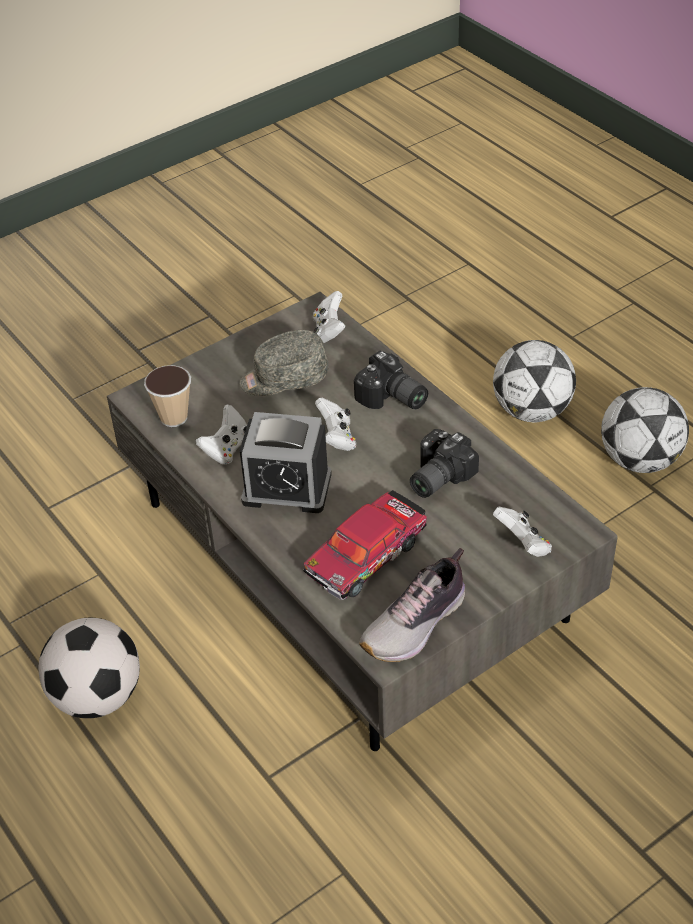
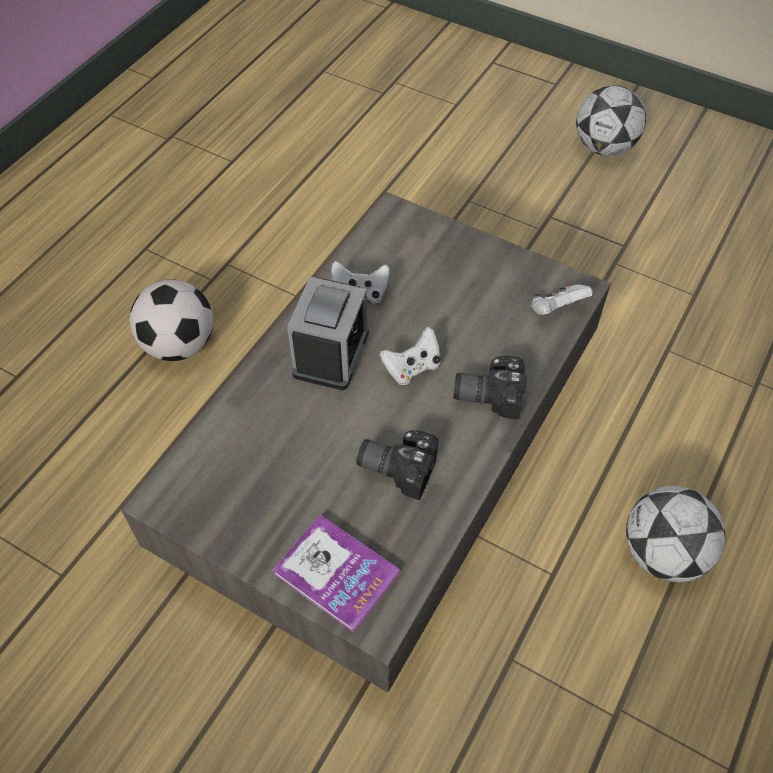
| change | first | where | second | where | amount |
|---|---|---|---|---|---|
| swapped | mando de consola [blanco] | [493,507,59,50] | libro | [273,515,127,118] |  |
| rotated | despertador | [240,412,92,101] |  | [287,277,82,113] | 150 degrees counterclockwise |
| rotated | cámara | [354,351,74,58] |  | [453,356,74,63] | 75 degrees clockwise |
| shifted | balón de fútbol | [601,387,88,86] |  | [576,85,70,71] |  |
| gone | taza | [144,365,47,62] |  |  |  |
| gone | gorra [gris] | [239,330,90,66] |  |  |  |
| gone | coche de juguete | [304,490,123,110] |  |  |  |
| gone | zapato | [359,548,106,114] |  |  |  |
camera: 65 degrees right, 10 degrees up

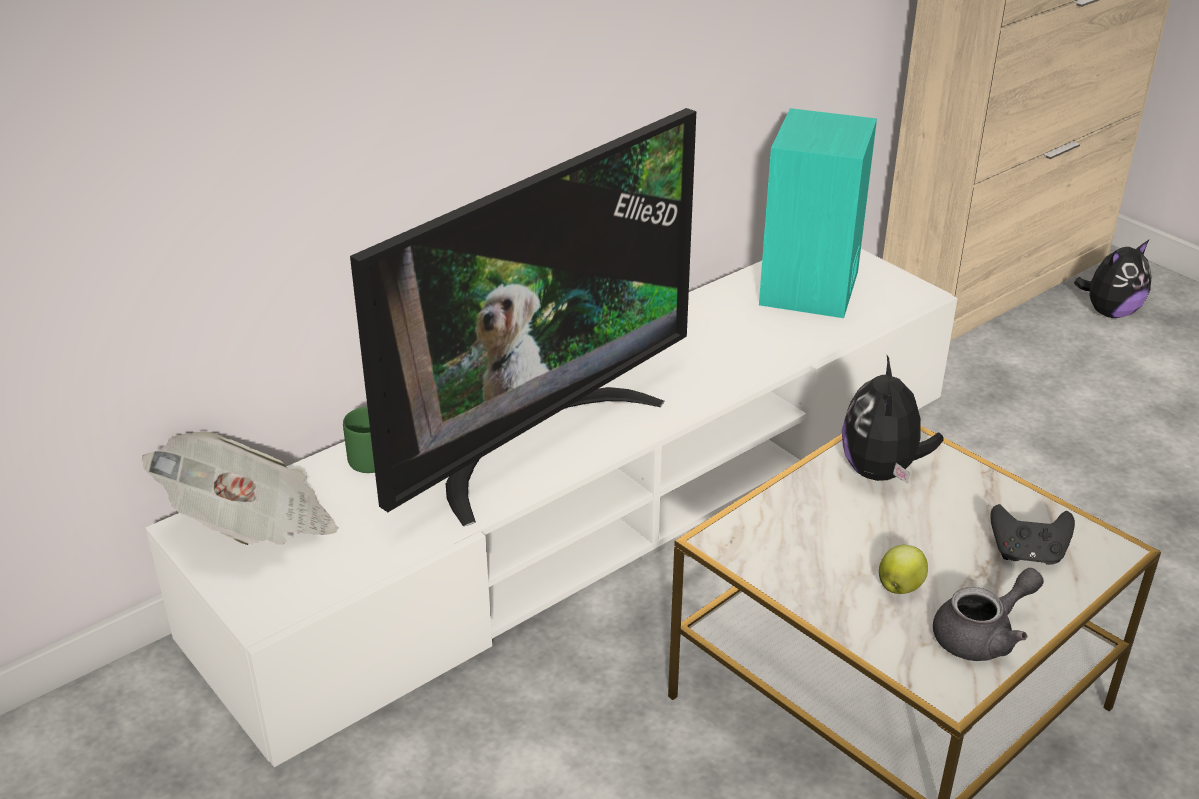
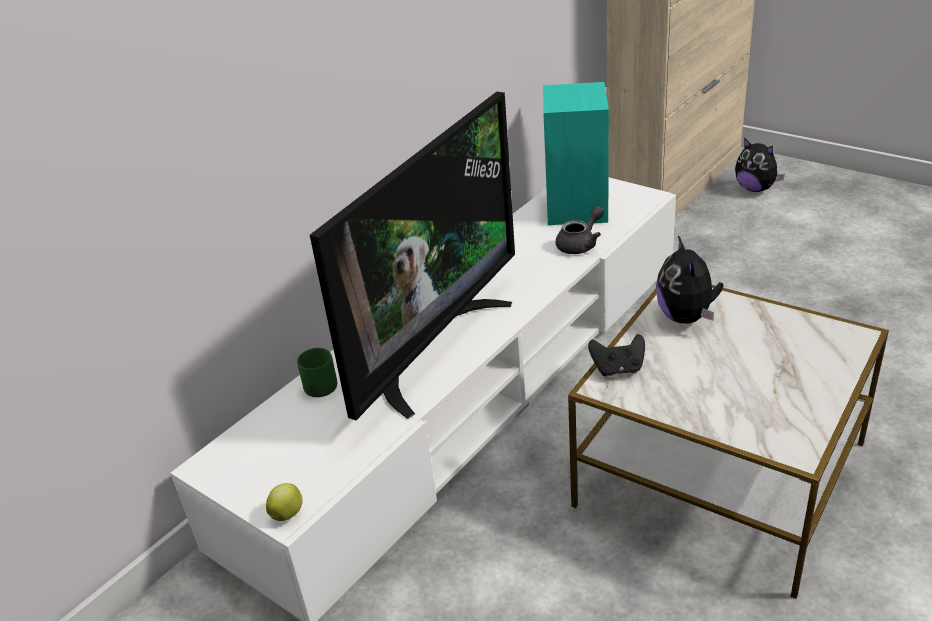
| change | first | where | second | where | amount |
|---|---|---|---|---|---|
| shifted | manzana | [879,545,49,49] |  | [266,483,37,38] |  |
| shifted | tetera [gris] | [933,568,111,93] |  | [556,206,48,48] |  |
| shifted | mando de consola [negro] | [990,504,85,61] |  | [588,334,57,42] |  |
| rotated | peluche | [1074,240,78,78] |  | [735,137,50,55] | 90 degrees clockwise |
| gone | periódico | [142,432,197,113] |  |  |  |
camera: 10 degrees left, 0 degrees up

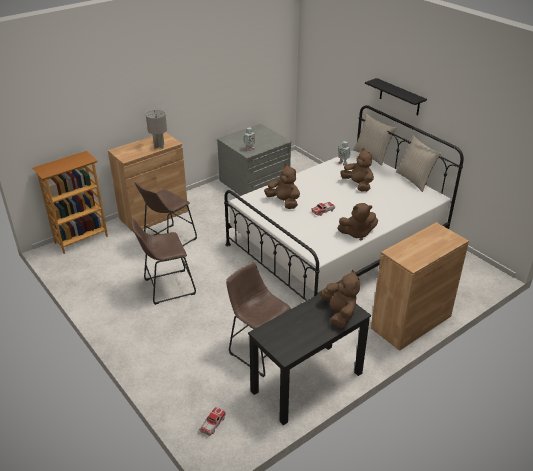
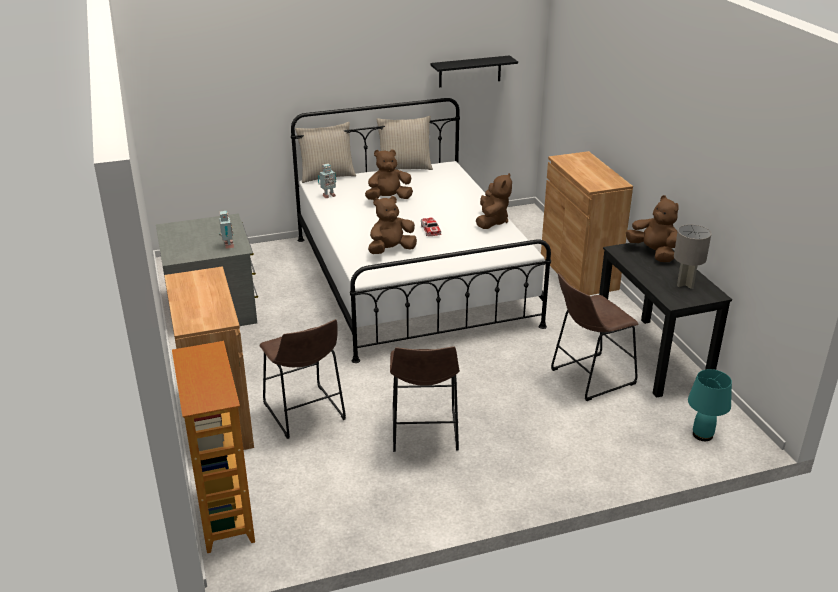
| change | first | where | second | where | amount |
|---|---|---|---|---|---|
| shifted | estante [negro] | [365,78,62,38] |  | [430,55,88,32] |  |
| rotated | peluche [marrón] | [321,270,39,58] |  | [626,195,53,67] | 45 degrees clockwise |
| shifted | lámpara de mesa [gris] | [146,110,21,39] |  | [674,225,37,64] |  |
| swapped | coche de juguete | [199,407,27,29] | lámpara de mesa [turquesa] | [688,369,44,72] |  |
camera: 70 degrees left, 5 degrees down

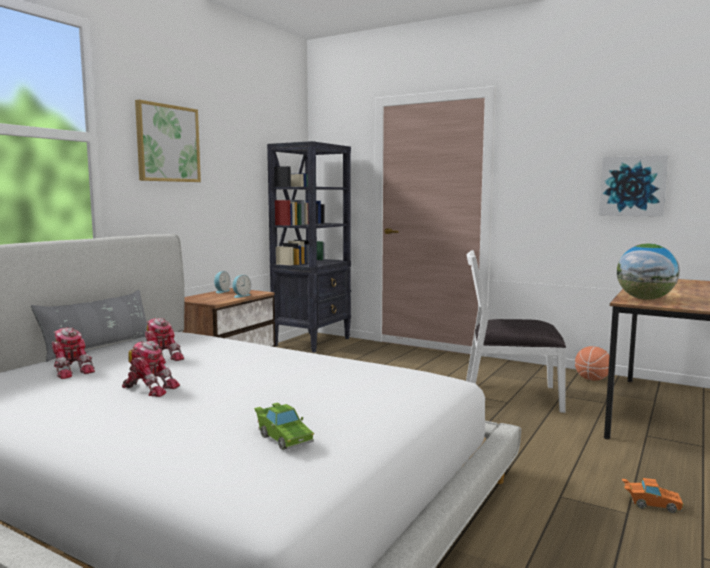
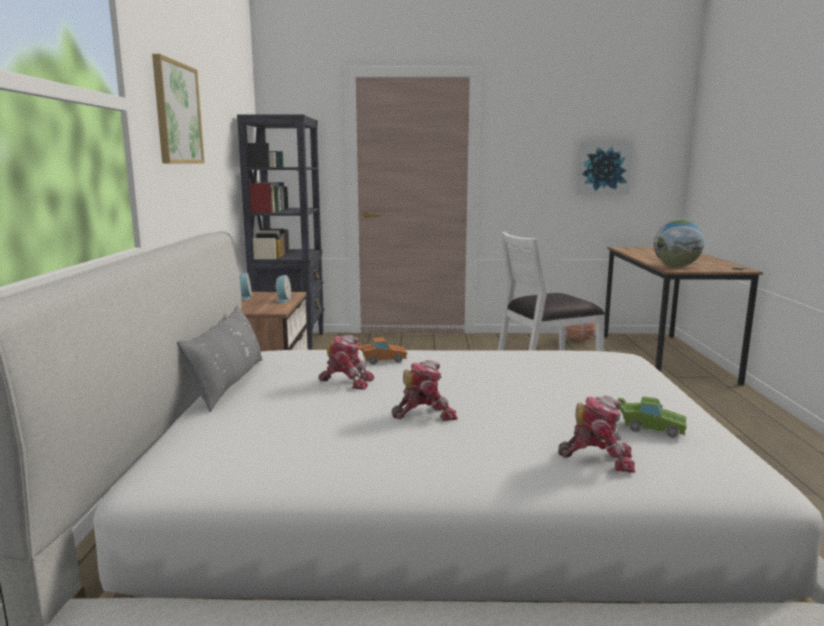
| change | first | where | second | where | amount |
|---|---|---|---|---|---|
| shifted | coche de juguete [naranja] | [622,478,62,35] |  | [357,337,50,27] |  |
| shifted | robot de juguete | [52,327,43,52] |  | [558,395,77,78] |  |
camera: 30 degrees left, 5 degrees up

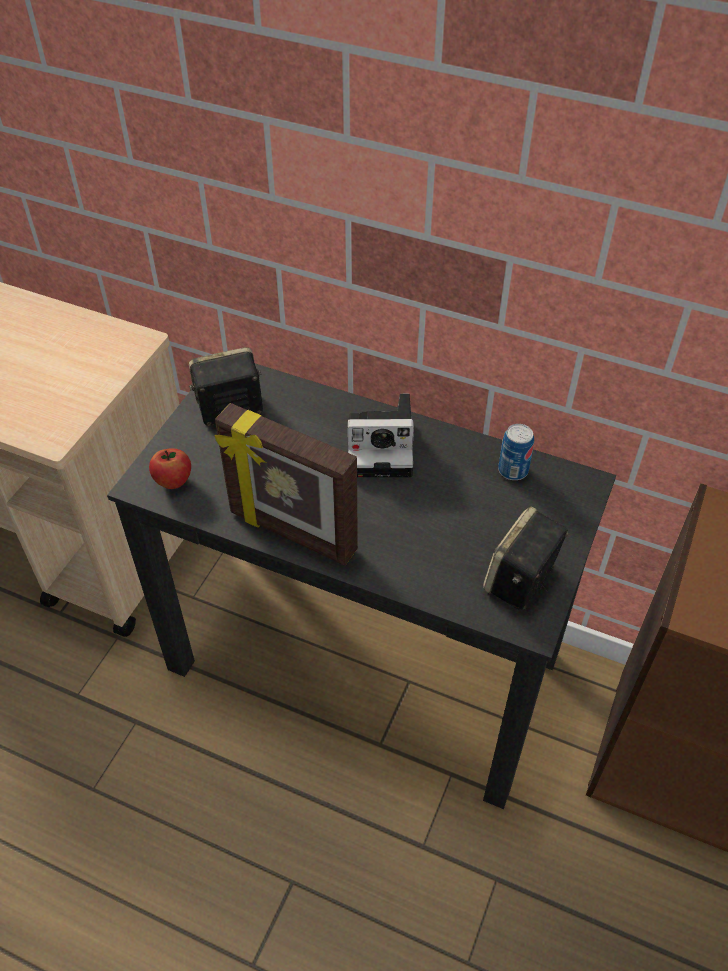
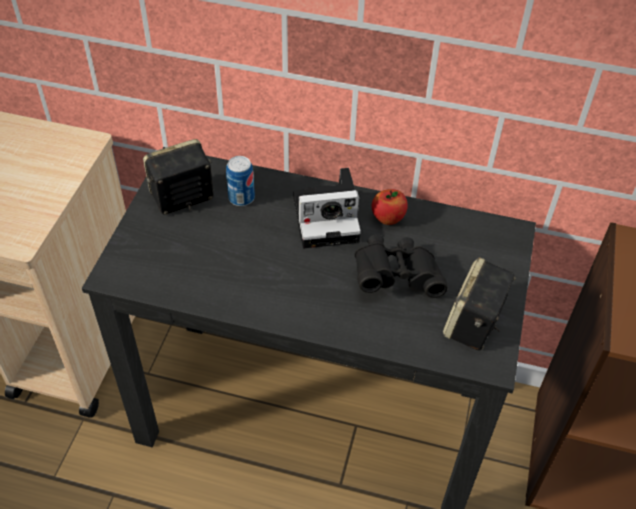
| change | first | where | second | where | amount |
|---|---|---|---|---|---|
| shifted | lata | [498,424,36,56] |  | [226,156,29,50] |  |
| new |  |  | prismáticos [negro] | [355,234,93,64] |  |
| shifted | manzana | [149,448,42,41] |  | [371,189,37,36] |  |
| gone | portarretratos | [214,403,144,163] |  |  |  |
camera: 10 degrees left, 0 degrees up

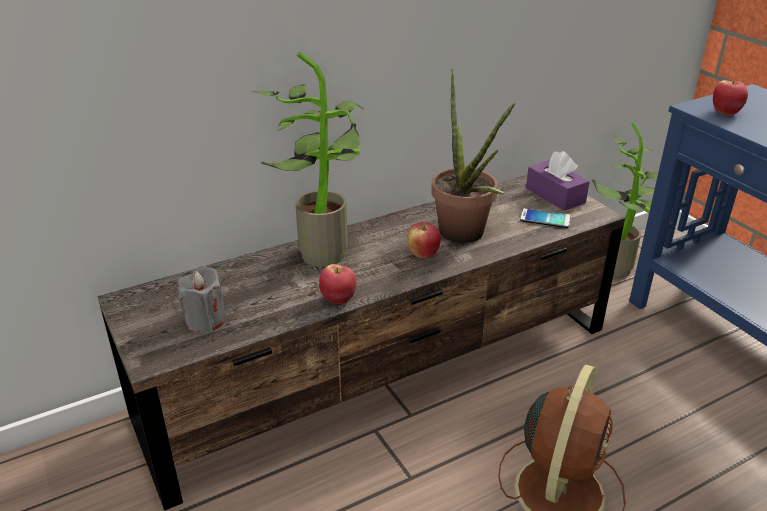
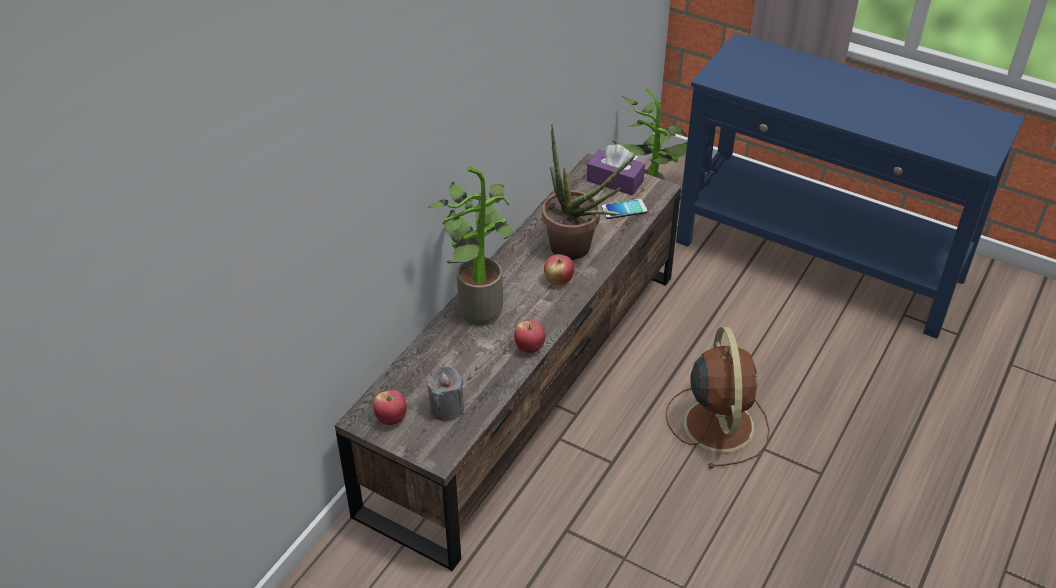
| change | first | where | second | where | amount |
|---|---|---|---|---|---|
| shifted | manzana | [713,80,35,35] |  | [373,390,34,35] |  |
camera: 30 degrees left, 10 degrees up

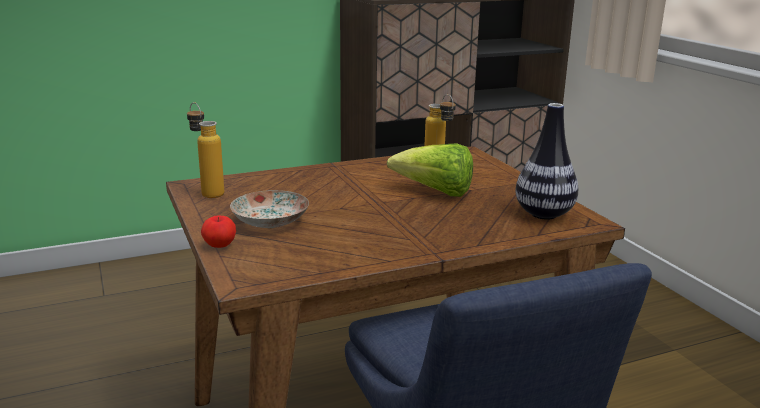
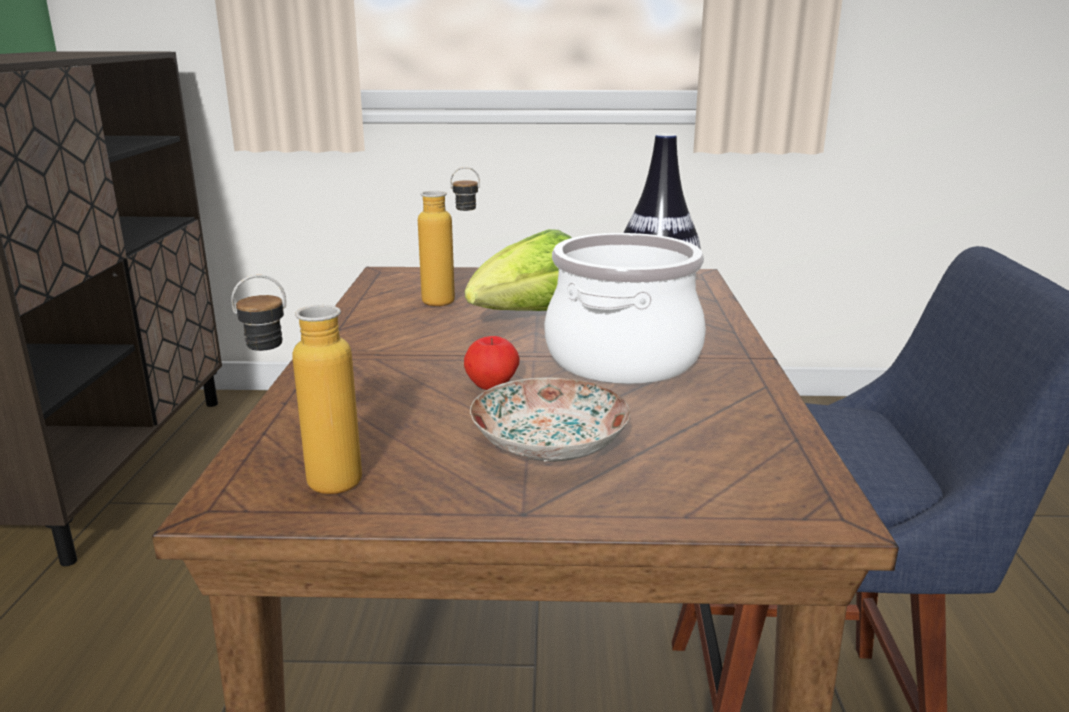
| change | first | where | second | where | amount |
|---|---|---|---|---|---|
| shifted | manzana | [201,215,35,33] |  | [464,336,56,54] |  |
| new |  |  | olla | [544,233,162,151] |  |
camera: 65 degrees left, 0 degrees up

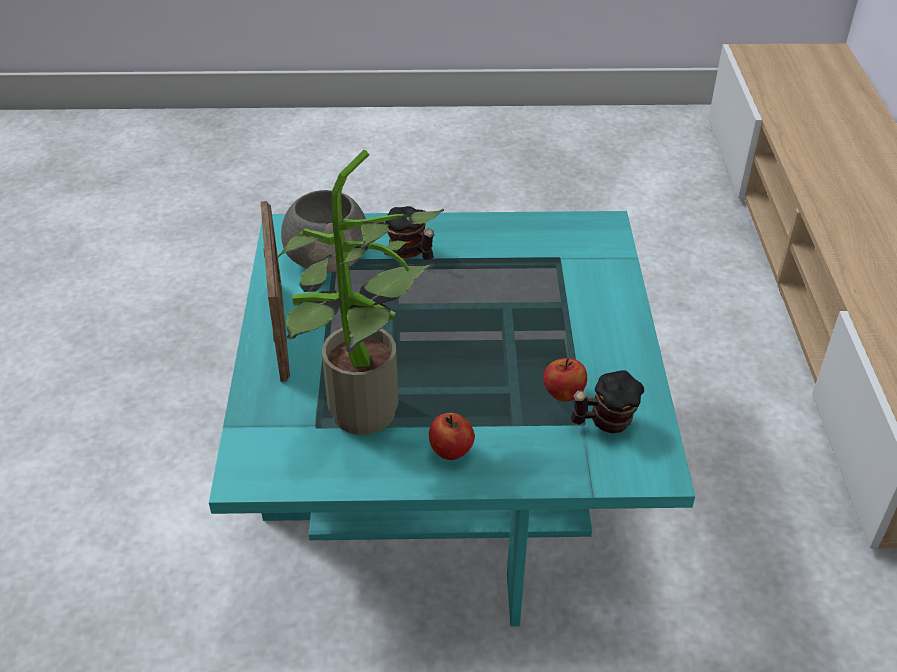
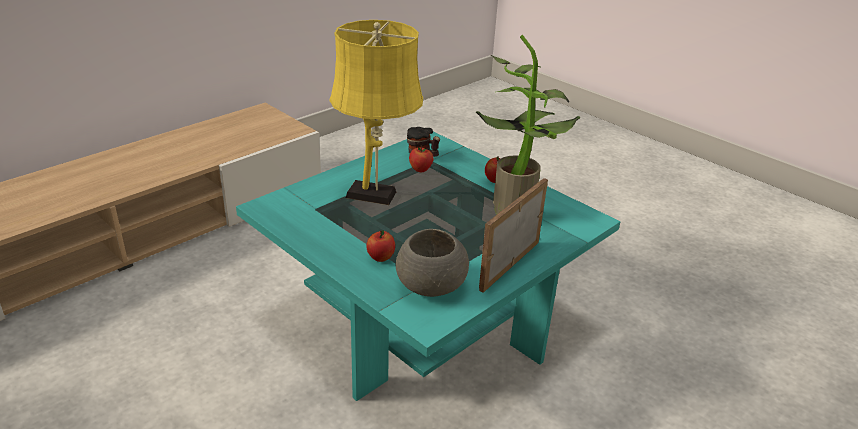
| change | first | where | second | where | amount |
|---|---|---|---|---|---|
| new |  |  | lámpara de mesa [amarillo] | [329,20,94,185] |  |
| swapped | taza grande | [385,206,49,54] | manzana | [366,230,29,32] |  |
camera: 135 degrees left, 10 degrees down

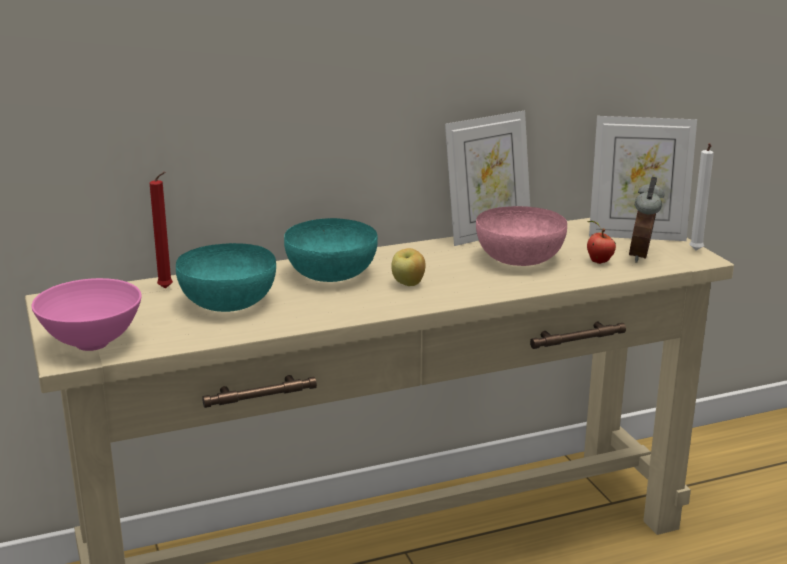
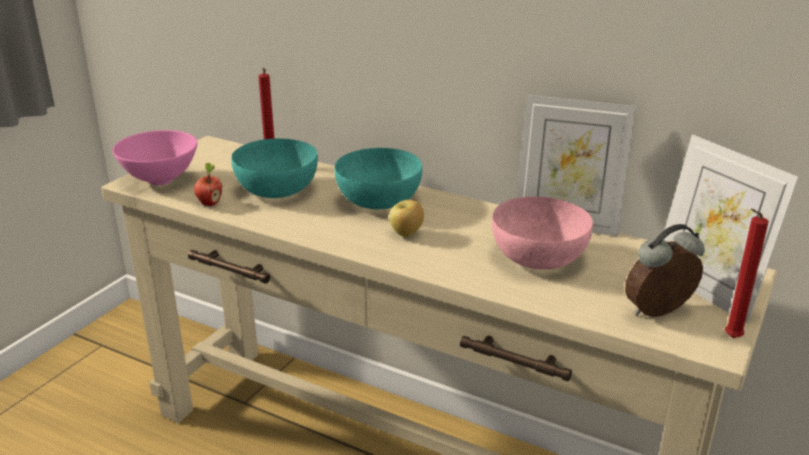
| change | first | where | second | where | amount |
|---|---|---|---|---|---|
| shifted | manzana | [586,221,30,43] |  | [194,163,28,43] |  |
| repainted | vela [blanco] | [690,143,24,108] | vela [rojo] | [725,209,44,129] |  |
camera: 50 degrees right, 5 degrees up

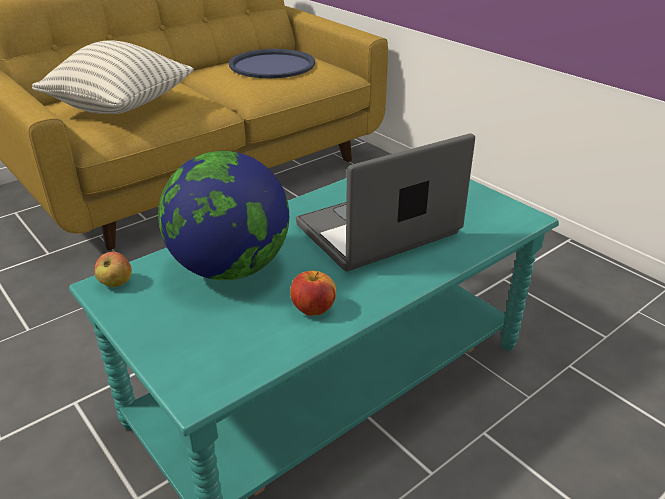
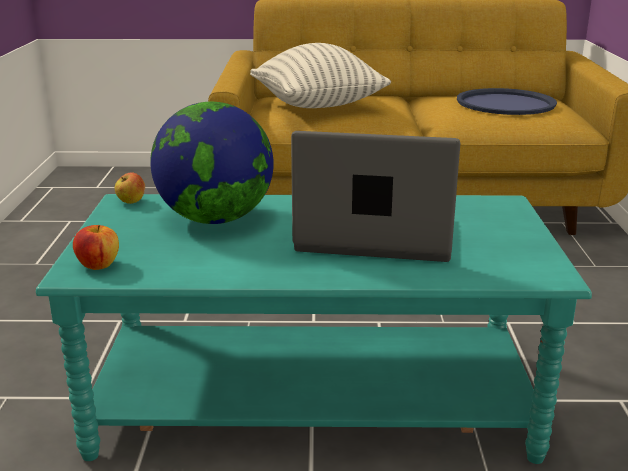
| change | first | where | second | where | amount |
|---|---|---|---|---|---|
| shifted | manzana | [290,271,46,45] |  | [73,225,46,45] |  |
camera: 40 degrees right, 10 degrees down

